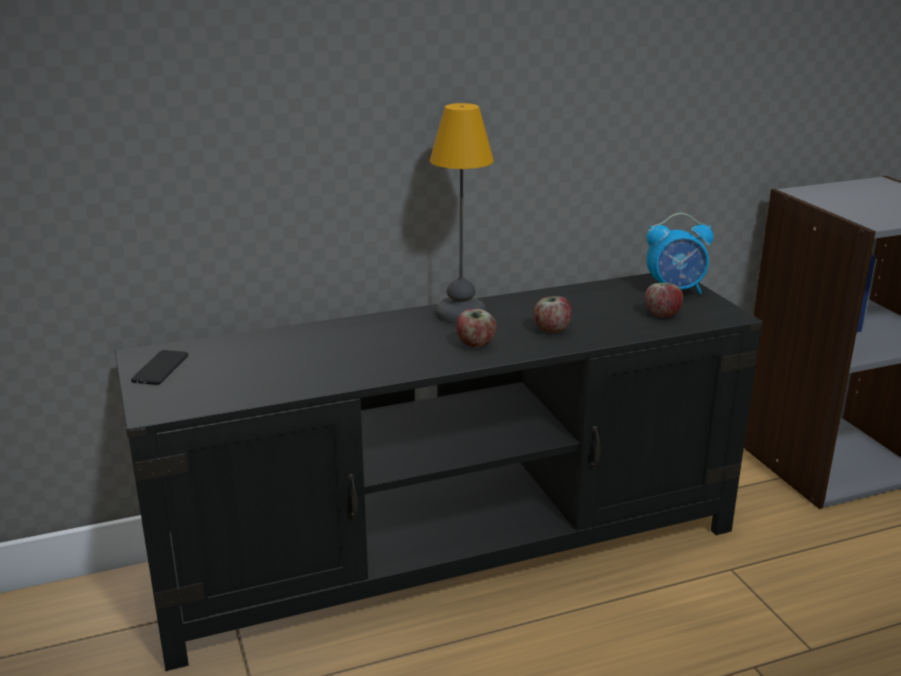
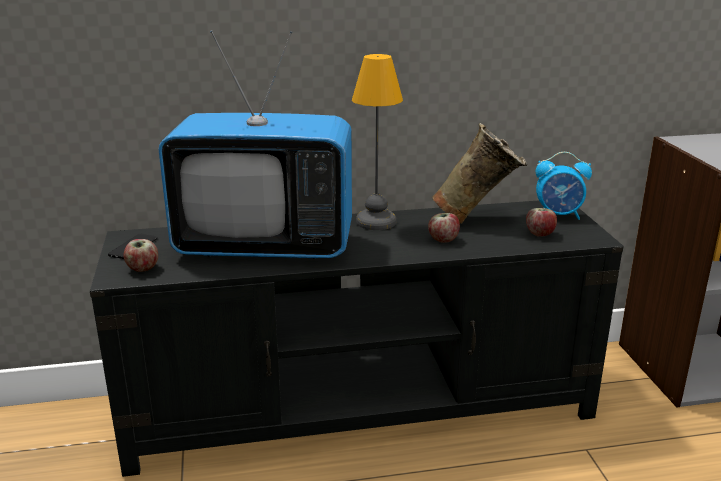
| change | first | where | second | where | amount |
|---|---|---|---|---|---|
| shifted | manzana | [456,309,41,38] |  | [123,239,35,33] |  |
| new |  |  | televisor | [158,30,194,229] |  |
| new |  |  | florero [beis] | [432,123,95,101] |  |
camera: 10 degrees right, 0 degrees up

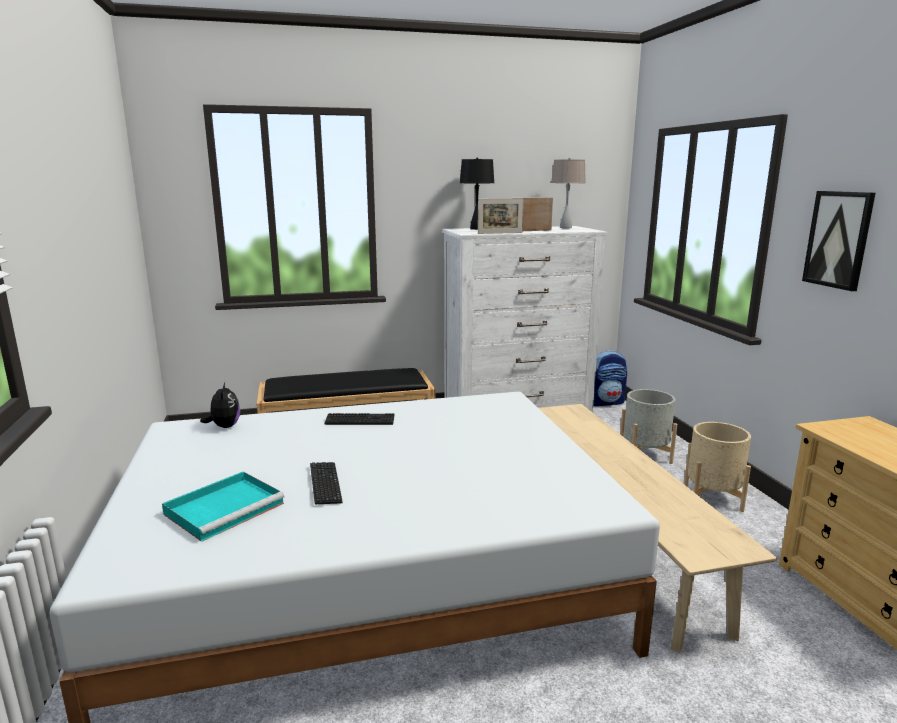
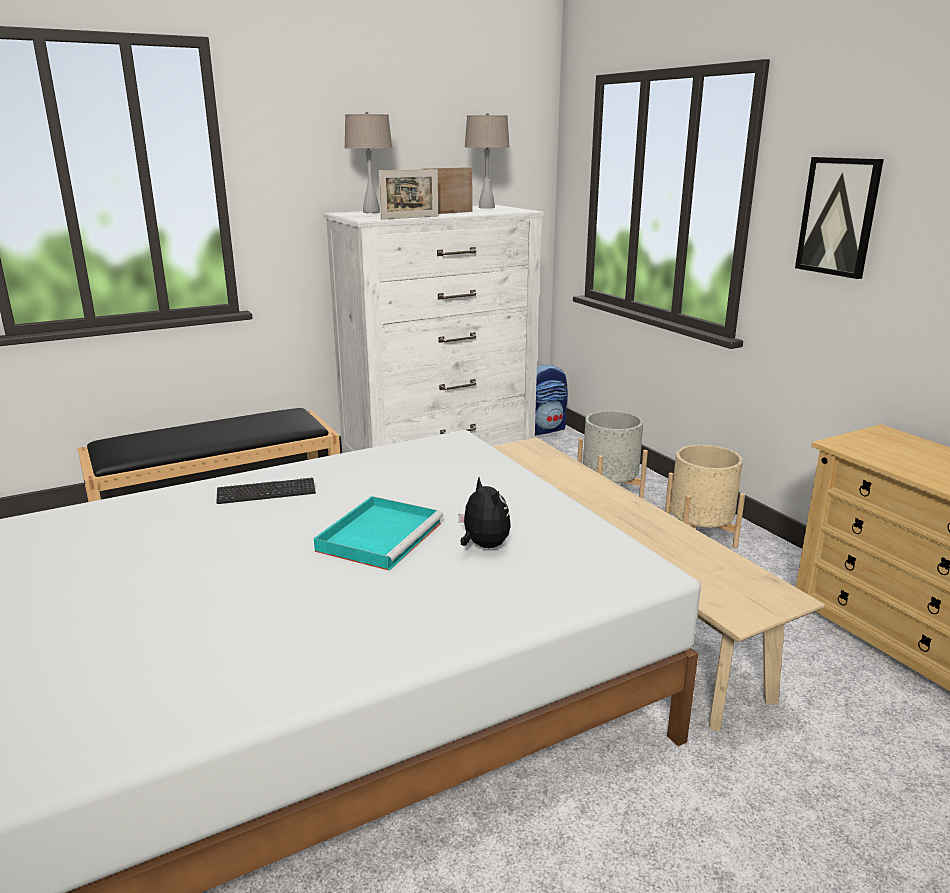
| change | first | where | second | where | amount |
|---|---|---|---|---|---|
| shifted | bandeja [turquesa] | [162,472,122,70] |  | [314,496,129,75] |  |
| repainted | lámpara de mesa [negro] | [460,157,34,73] | lámpara de mesa [beis] | [344,112,48,101] |  |
| shifted | peluche | [200,383,40,45] |  | [458,477,53,71] |  |
| gone | teclado | [310,462,33,42] |  |  |  |
camera: 15 degrees left, 5 degrees up

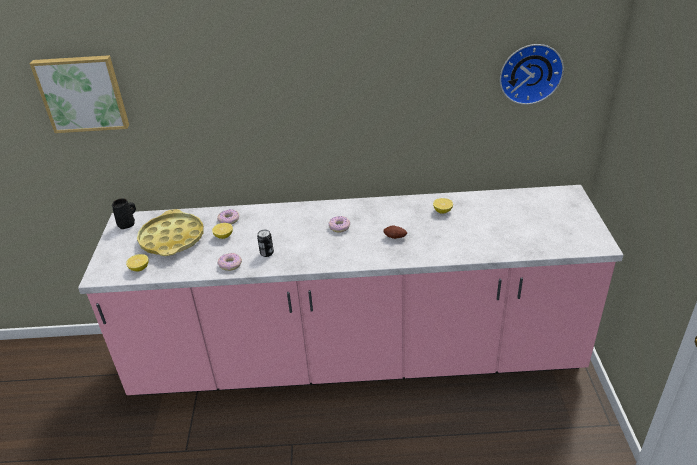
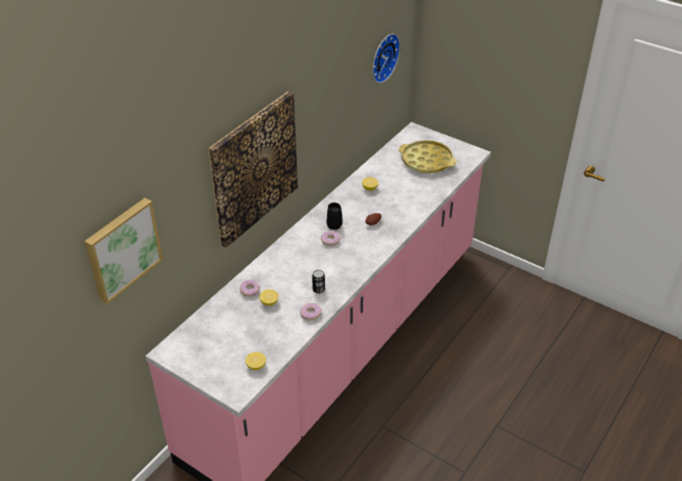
| change | first | where | second | where | amount |
|---|---|---|---|---|---|
| new |  |  | cuadro | [208,91,90,157] |  |
| shifted | taza grande [negro] | [112,198,24,31] |  | [327,202,16,28] |  |
| shifted | bandeja [amarillo] | [137,209,67,47] |  | [399,140,58,33] |  |
camera: 55 degrees left, 5 degrees up

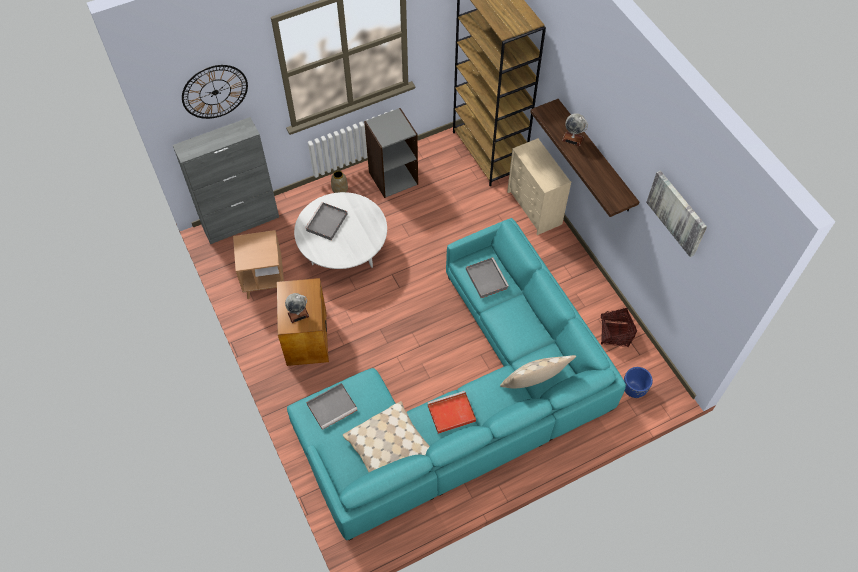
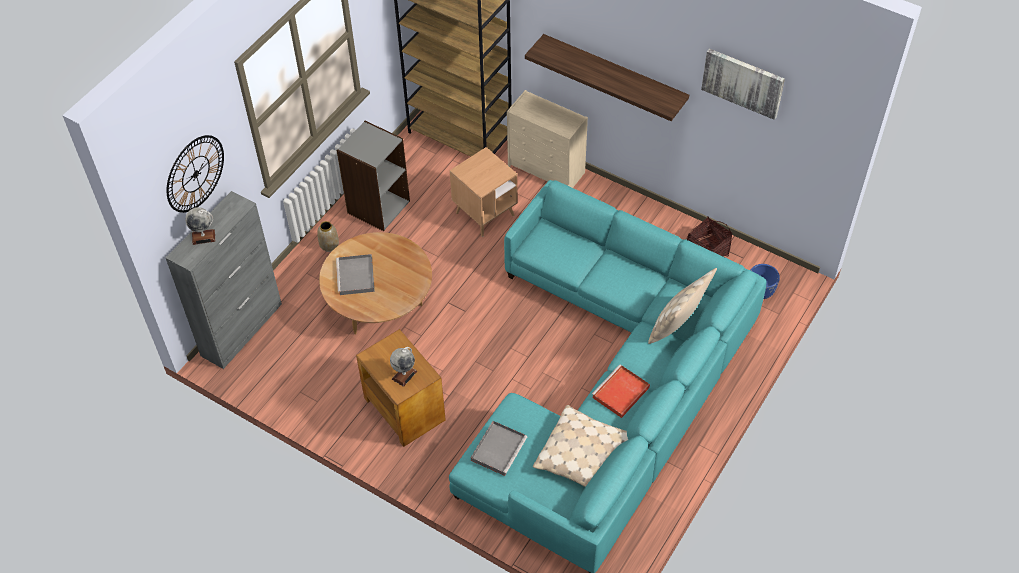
| change | first | where | second | where | amount |
|---|---|---|---|---|---|
| shifted | globo terráqueo | [562,113,26,33] |  | [185,207,30,38] |  |
| repainted | mesa de centro [blanco] | [294,192,93,77] | mesa de centro [marrón] | [319,232,113,103] |  |
| shifted | mesa auxiliar [marrón] | [233,230,51,69] |  | [450,147,68,90] |  |
| gone | bandeja [gris] | [466,258,43,40] |  |  |  |
camera: 30 degrees left, 5 degrees down

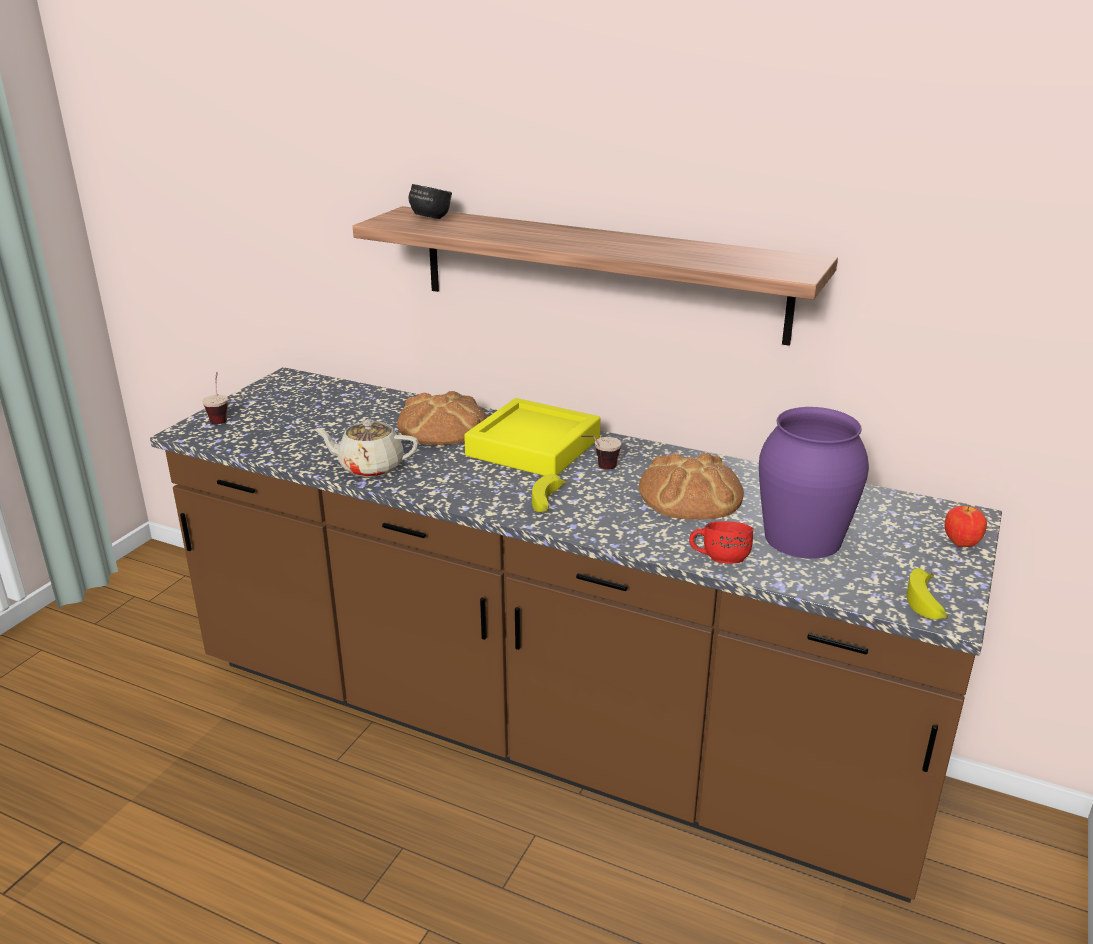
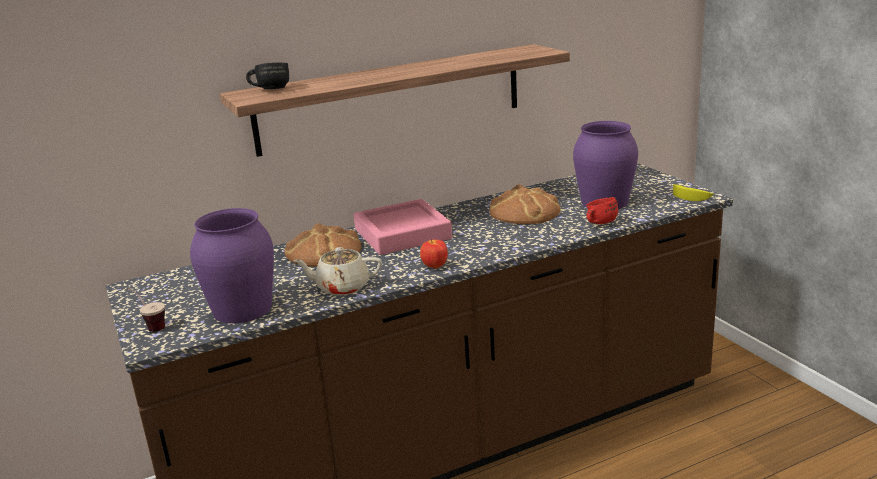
| change | first | where | second | where | amount |
|---|---|---|---|---|---|
| new |  |  | florero [morado] | [190,208,84,115] |  |
| rotated | tetera [beis] | [313,419,106,58] |  | [293,247,89,48] | 45 degrees clockwise |
| repainted | bandeja [amarillo] | [464,398,137,78] | bandeja [rosa] | [354,199,98,56] |  |
| shifted | manzana | [945,505,42,42] |  | [420,239,28,30] |  |
| gone | plátano | [532,474,35,38] |  |  |  |
| gone | taza | [581,435,40,35] |  |  |  |
camera: 50 degrees left, 5 degrees down

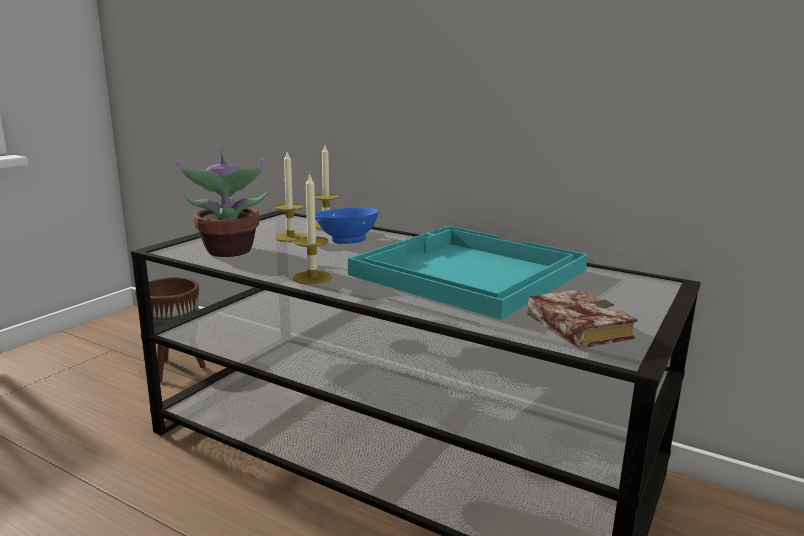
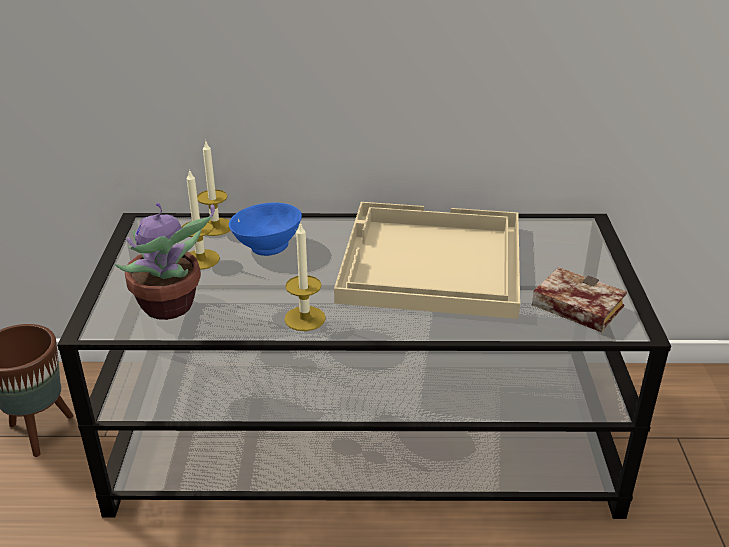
| change | first | where | second | where | amount |
|---|---|---|---|---|---|
| repainted | bandeja [turquesa] | [348,226,240,94] | bandeja [beis] | [334,202,186,117] |  |
camera: 30 degrees left, 15 degrees up

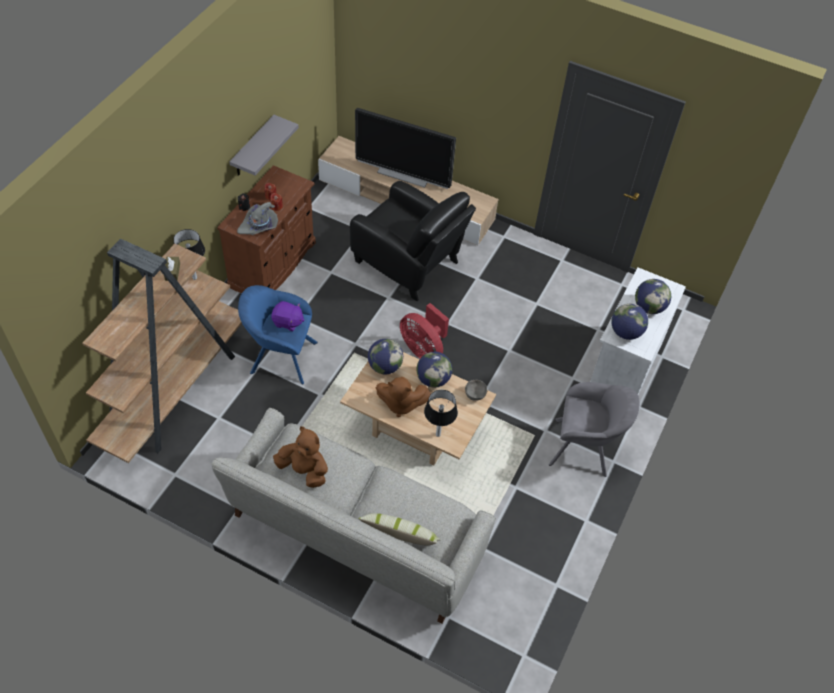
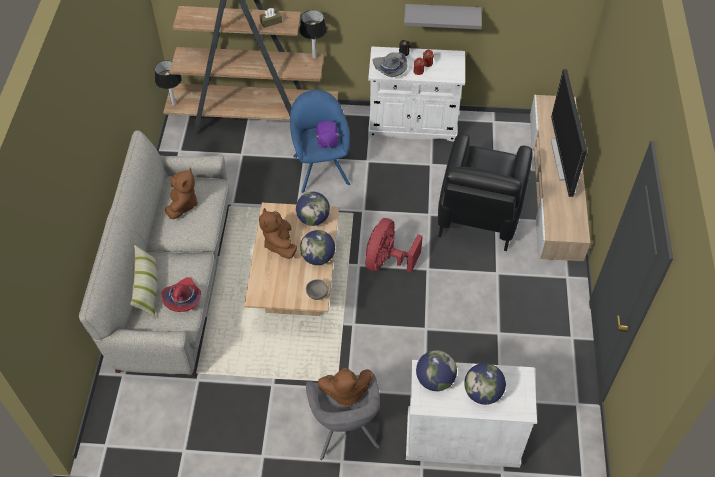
| change | first | where | second | where | amount |
|---|---|---|---|---|---|
| shifted | lámpara de mesa | [424,390,34,47] |  | [155,61,27,45] |  |
| new |  |  | sombrero [rojo] | [161,277,40,35] |  |
| new |  |  | peluche [marrón] | [318,368,57,40] |  |
| repainted | armario [marrón] | [217,165,99,129] | armario [blanco] | [368,46,97,95] |  |
camera: 70 degrees right, 0 degrees up

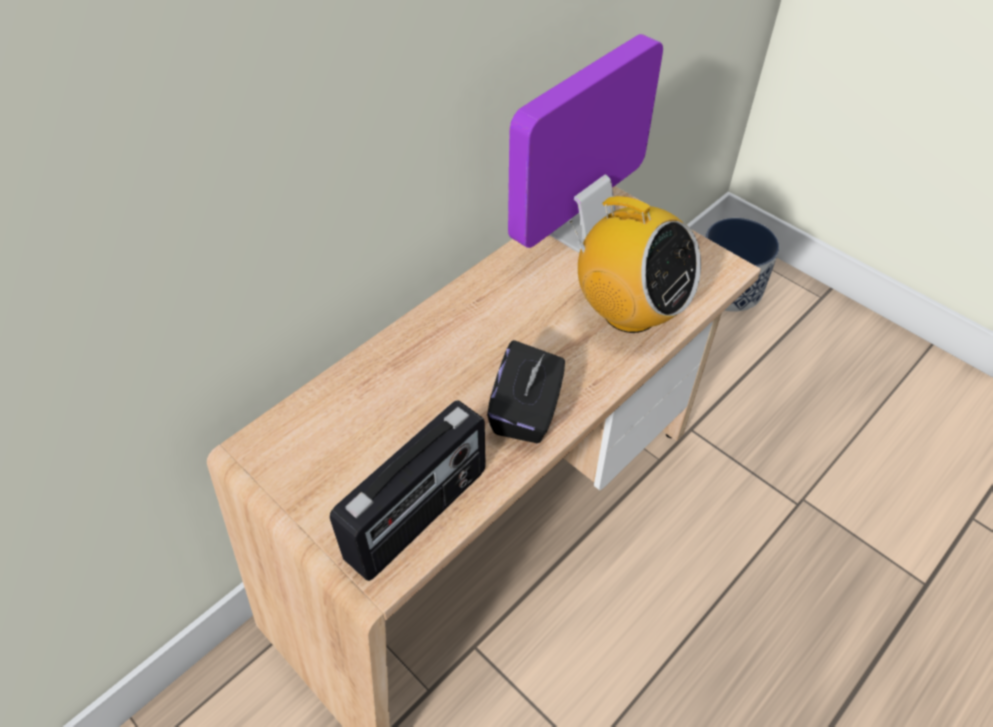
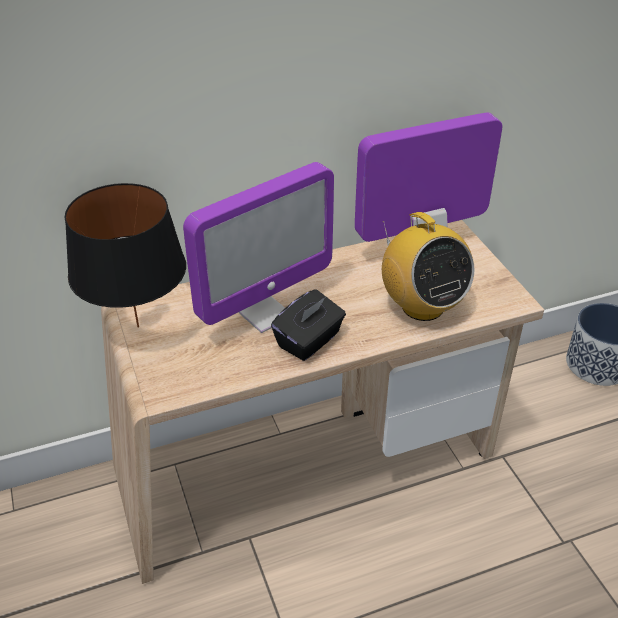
| change | first | where | second | where | amount |
|---|---|---|---|---|---|
| new |  |  | lámpara de mesa [negro] | [65,183,121,145] |  |
| new |  |  | monitor | [183,162,151,171] |  |
| gone | radio | [330,401,156,180] |  |  |  |
camera: 25 degrees right, 10 degrees down

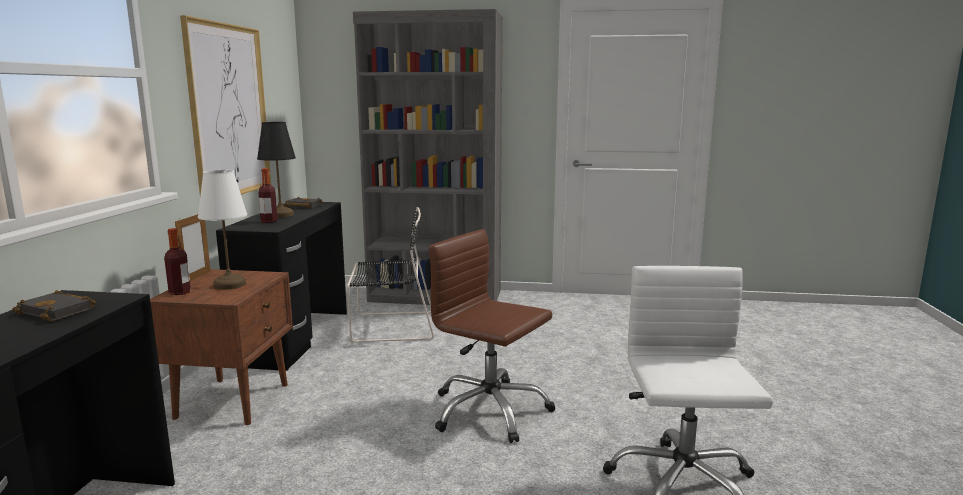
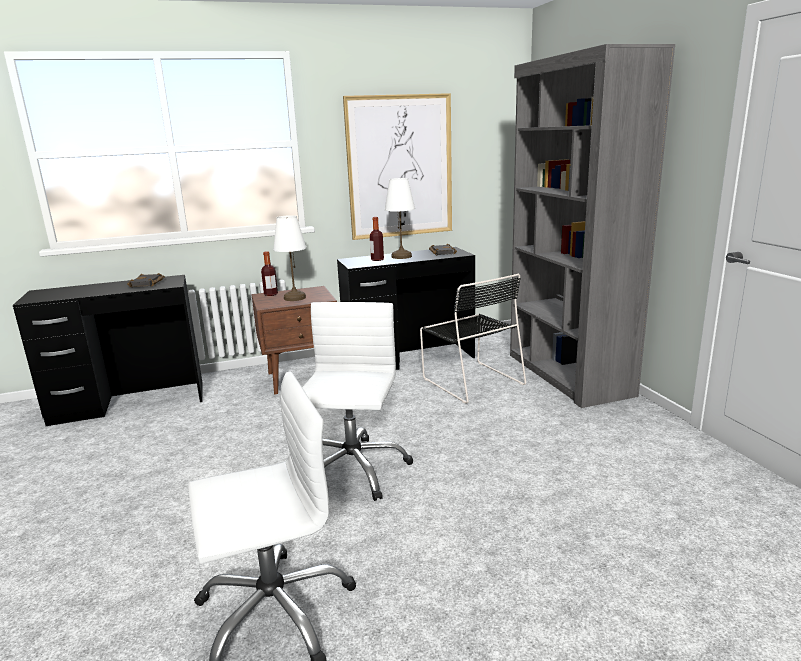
| change | first | where | second | where | amount |
|---|---|---|---|---|---|
| repainted | silla de oficina [marrón] | [429,229,126,214] | silla de oficina [blanco] | [302,302,111,199] |  |
| repainted | lámpara de mesa [negro] | [257,122,39,96] | lámpara de mesa [blanco] | [385,178,30,81] |  |
| gone | portarretratos | [175,214,36,67] |  |  |  |
camera: 65 degrees right, 5 degrees up

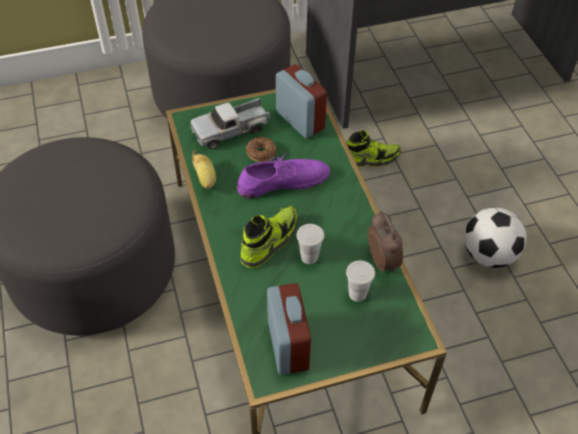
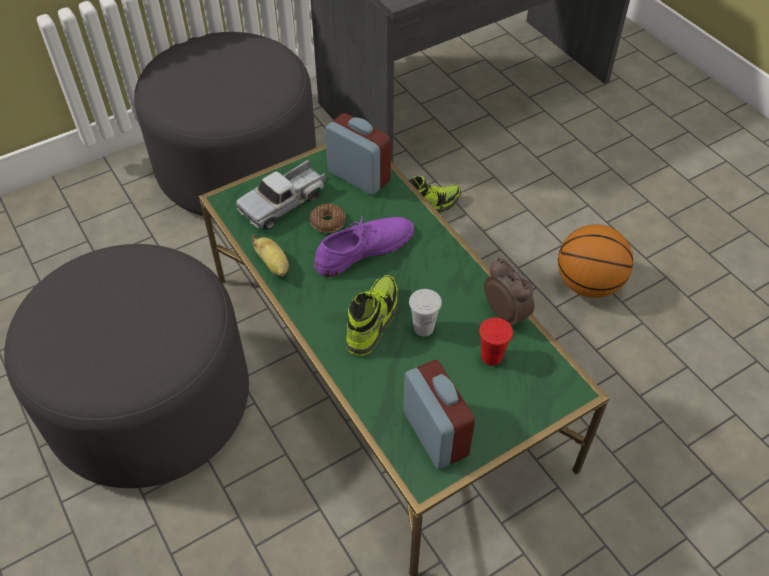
| change | first | where | second | where | amount |
|---|---|---|---|---|---|
| repainted | taza [blanco] | [346,260,29,42] | taza [rojo] | [479,318,34,48] |  |
| swapped | balón de fútbol | [464,207,62,61] | balón de baloncesto | [558,224,75,74] |  |
camera: 15 degrees left, 0 degrees up

